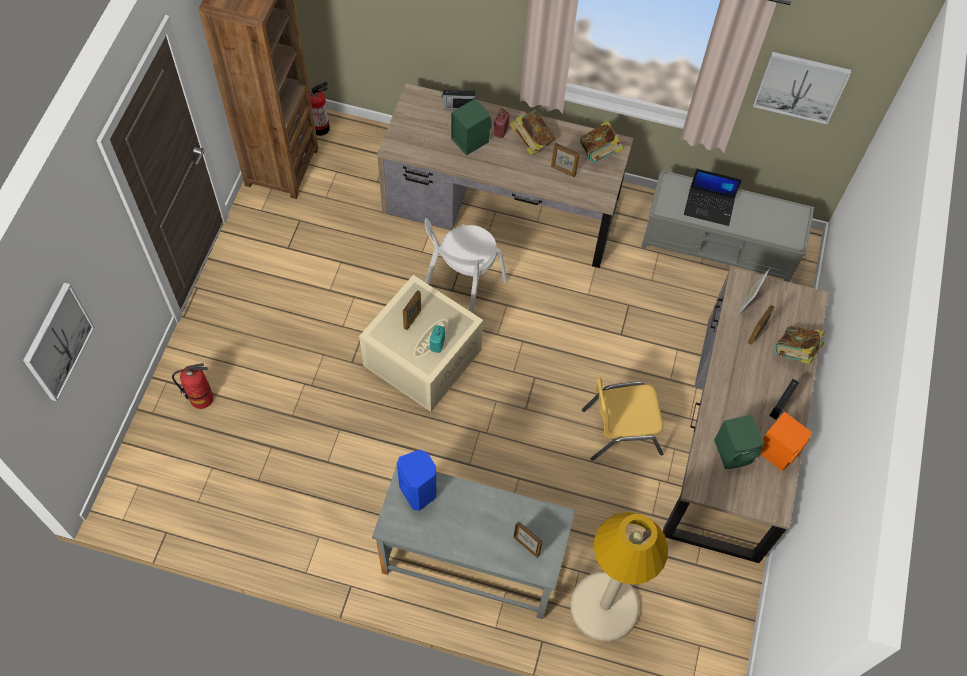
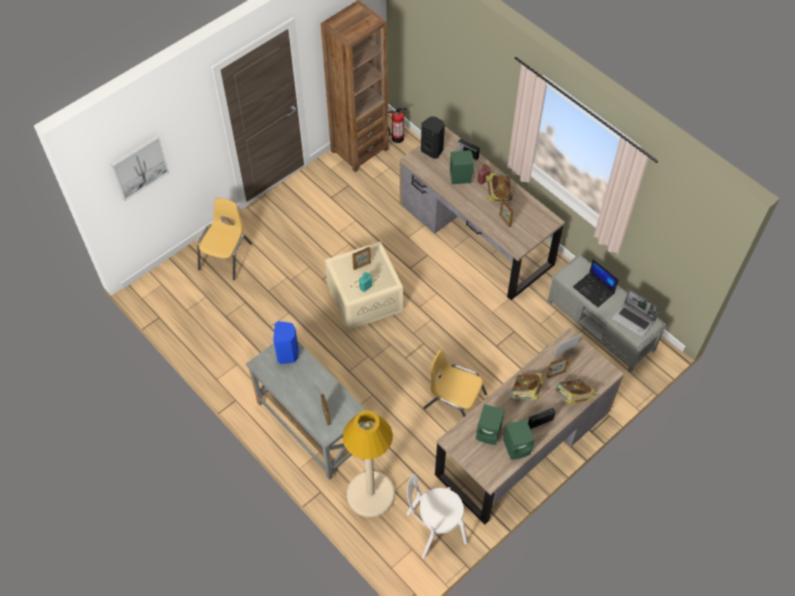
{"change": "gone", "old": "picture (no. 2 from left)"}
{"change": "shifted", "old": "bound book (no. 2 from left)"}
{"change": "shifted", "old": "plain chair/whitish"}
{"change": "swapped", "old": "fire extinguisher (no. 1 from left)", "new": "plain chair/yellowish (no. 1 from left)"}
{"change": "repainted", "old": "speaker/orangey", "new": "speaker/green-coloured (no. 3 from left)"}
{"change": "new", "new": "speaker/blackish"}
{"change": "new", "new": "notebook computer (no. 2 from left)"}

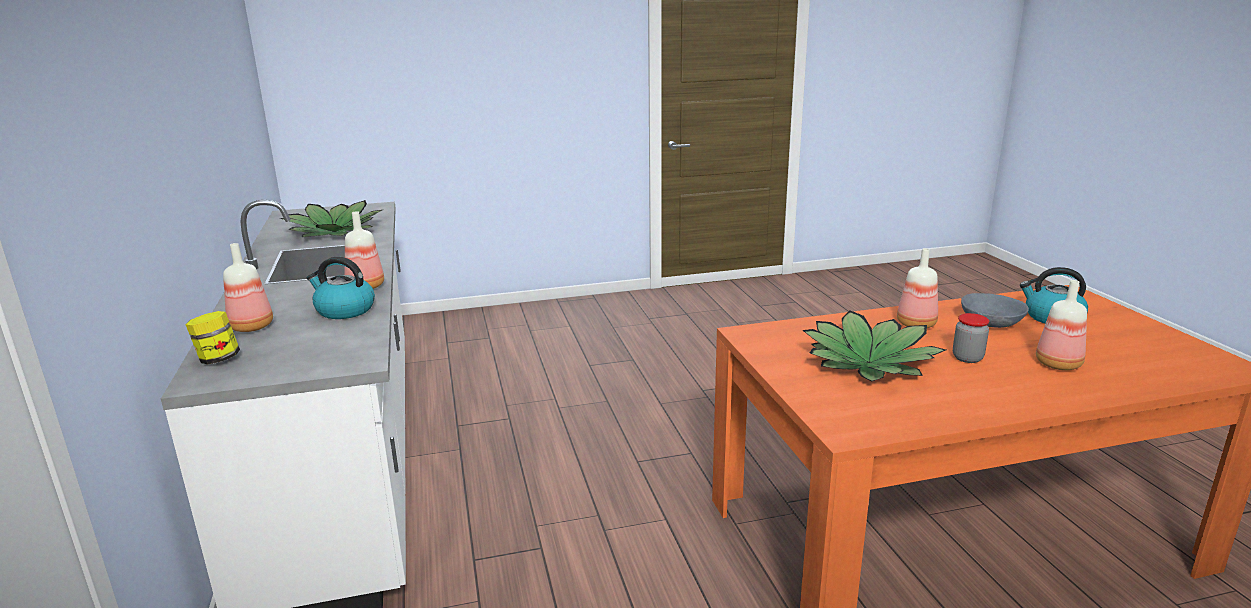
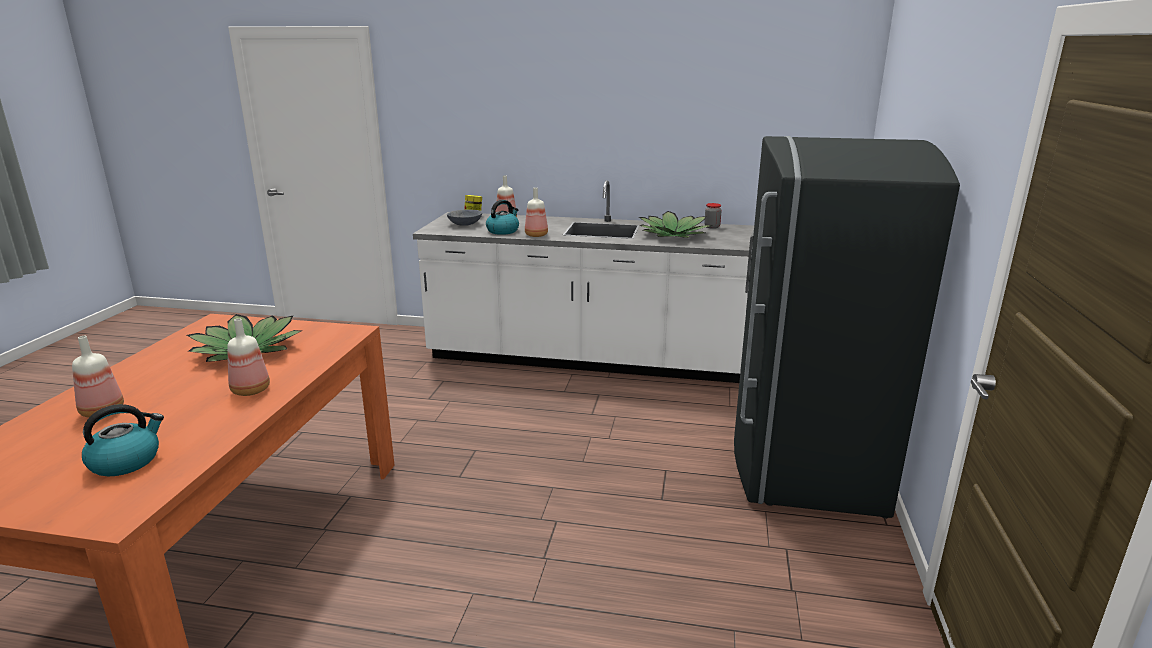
{"change": "shifted", "old": "bowl/gray"}
{"change": "shifted", "old": "jar (no. 2 from left)"}
{"change": "new", "new": "kitchen fridge/gray"}

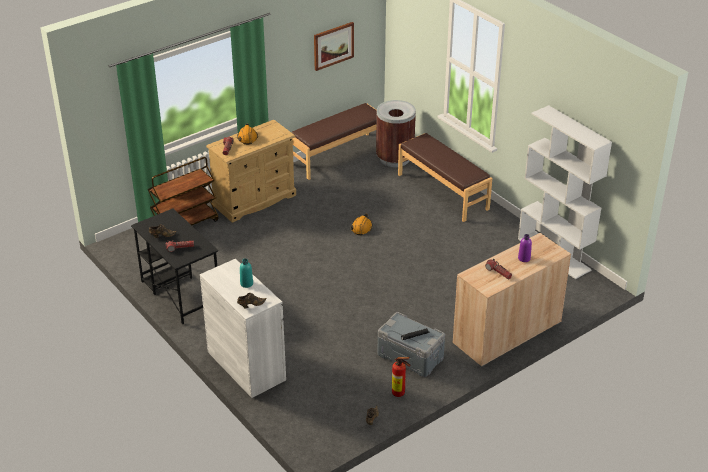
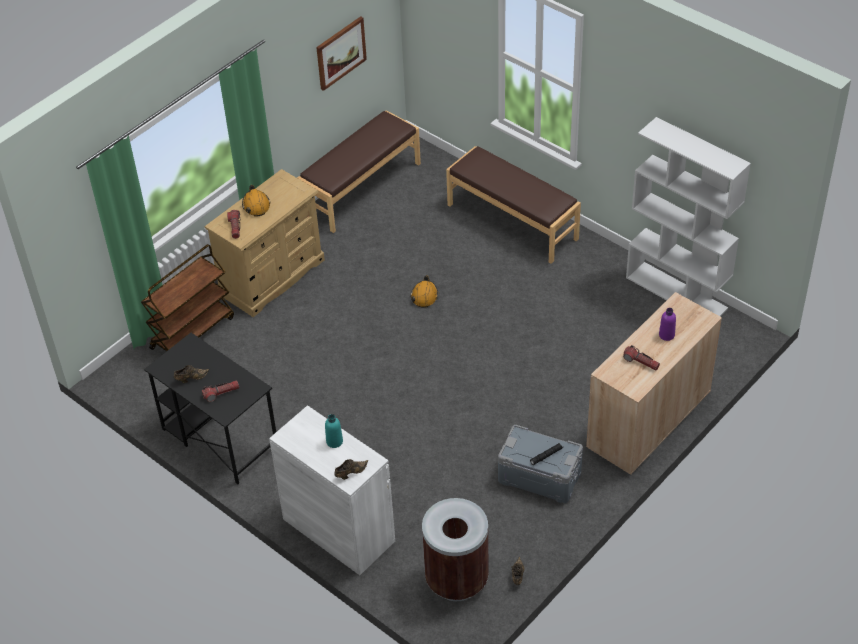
{"change": "shifted", "old": "waste bin/brown"}
{"change": "gone", "old": "fire extinguisher"}

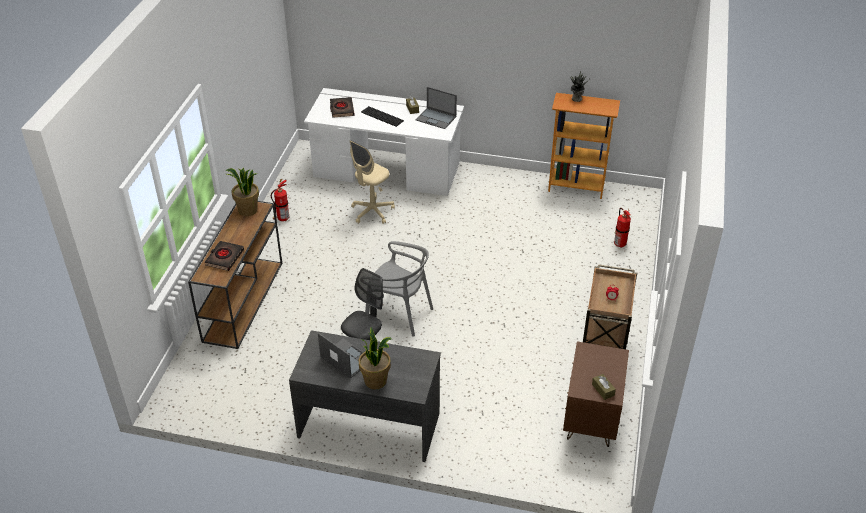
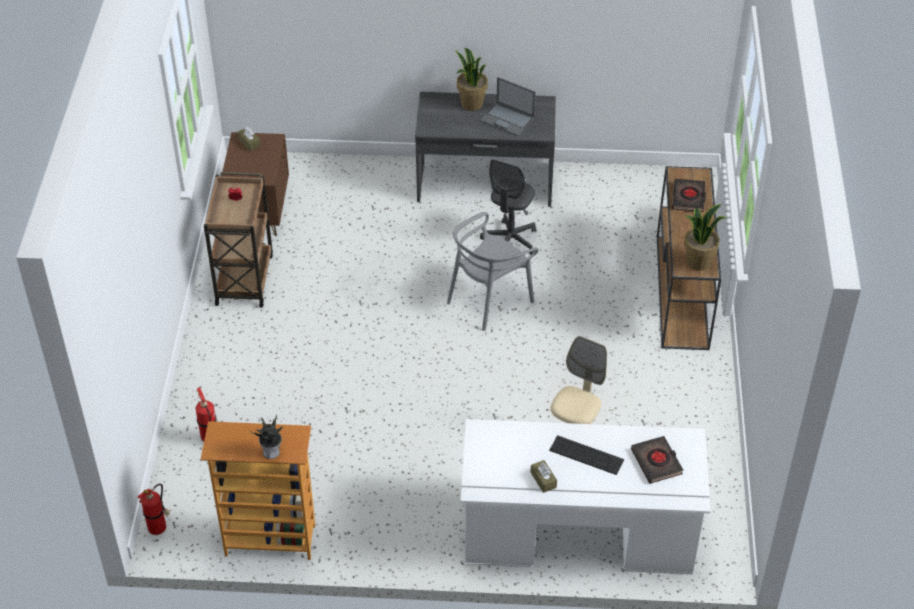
{"change": "gone", "old": "notebook computer (no. 2 from left)"}
{"change": "shifted", "old": "fire extinguisher (no. 1 from left)"}
{"change": "rotated", "old": "plain chair/gray", "degrees": -60}

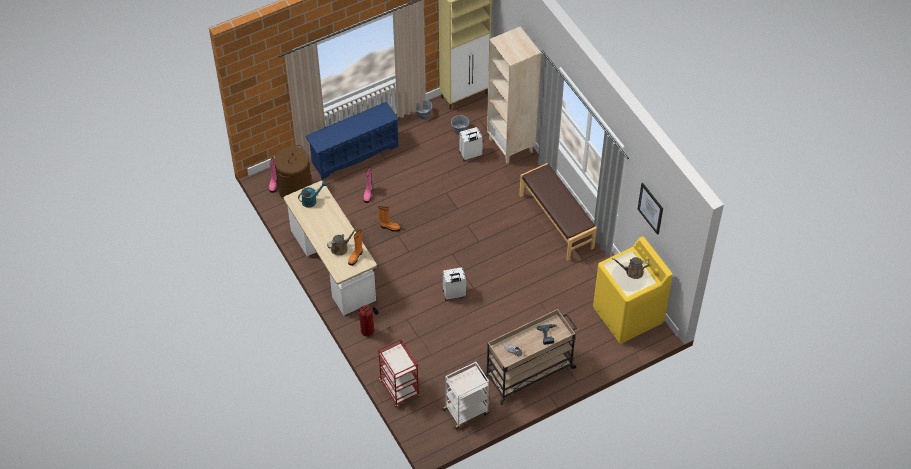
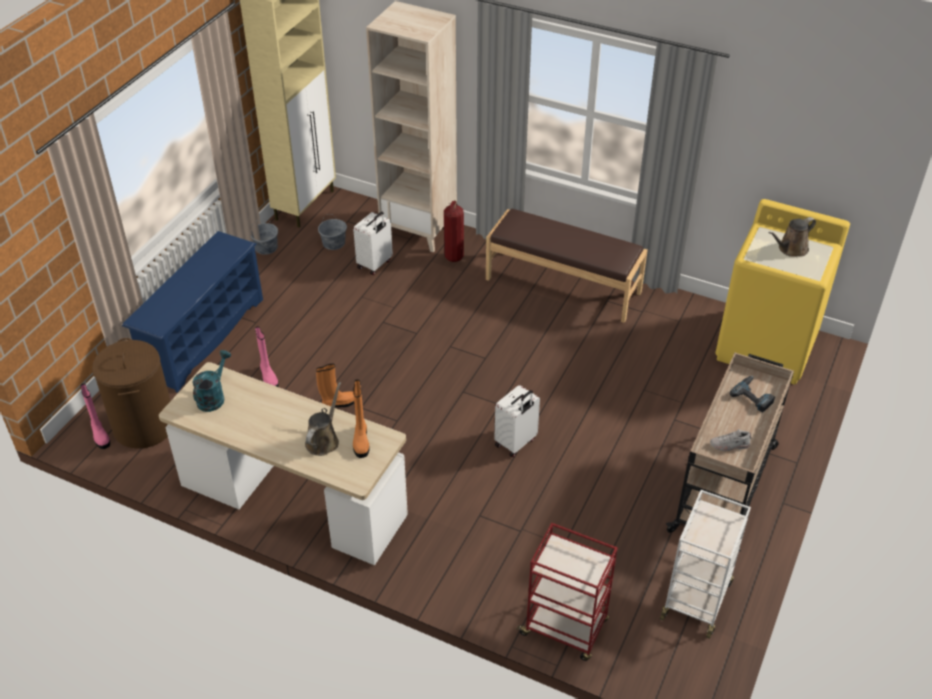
{"change": "gone", "old": "picture"}
{"change": "shifted", "old": "fire extinguisher"}

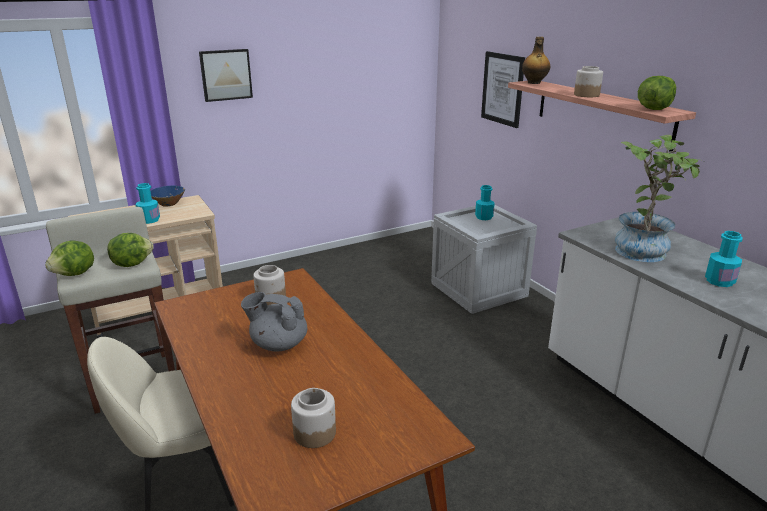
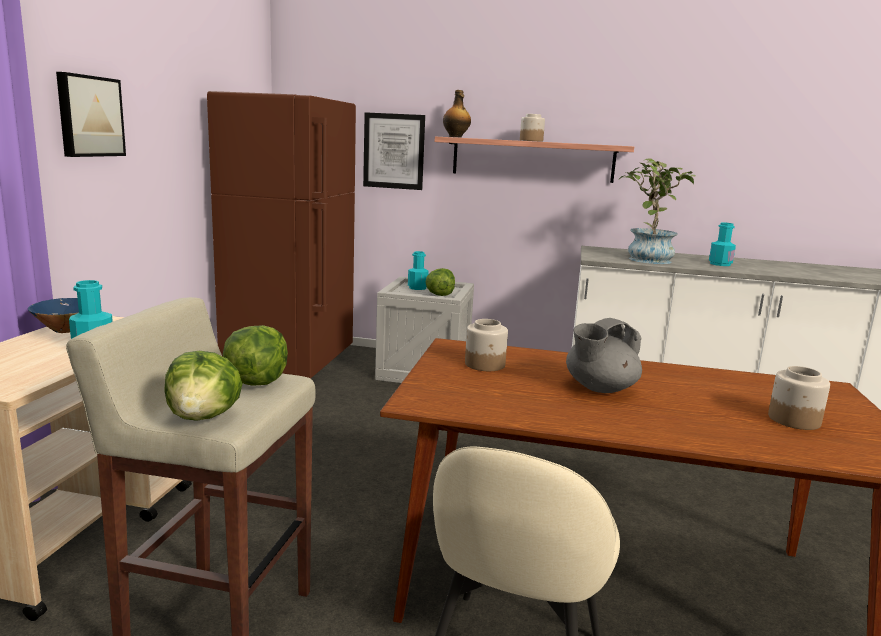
{"change": "shifted", "old": "lettuce (no. 3 from left)"}
{"change": "new", "new": "kitchen fridge/brown"}

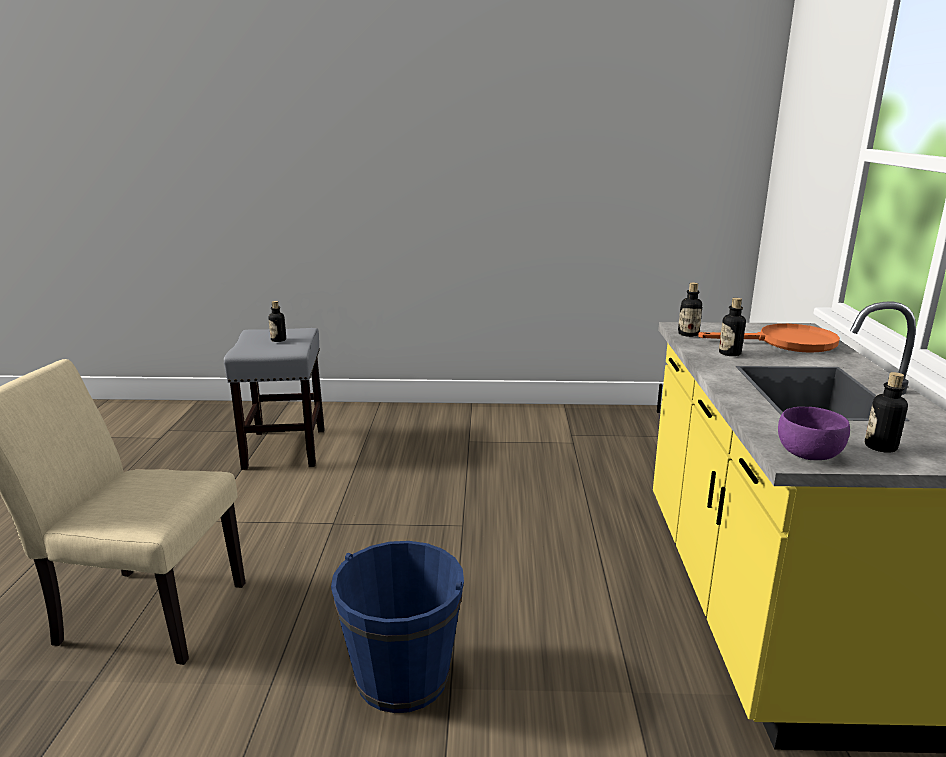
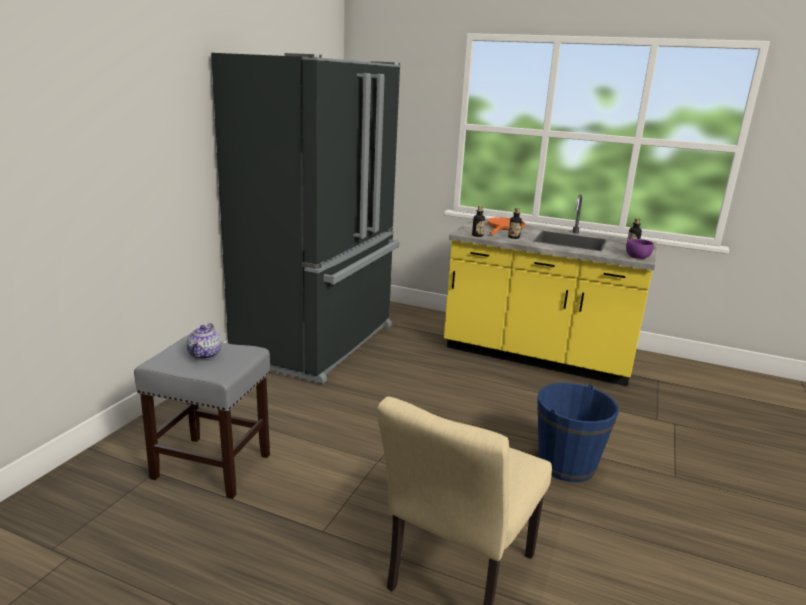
{"change": "swapped", "old": "drink bottle (no. 1 from left)", "new": "teapot"}
{"change": "new", "new": "kitchen fridge/blackish"}

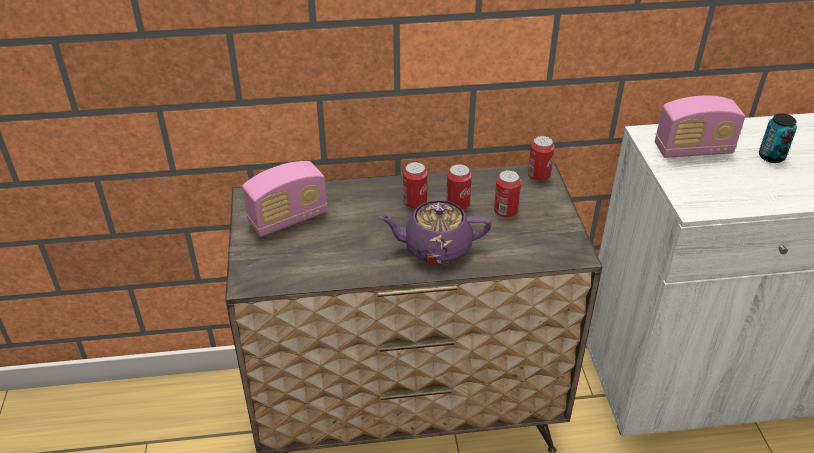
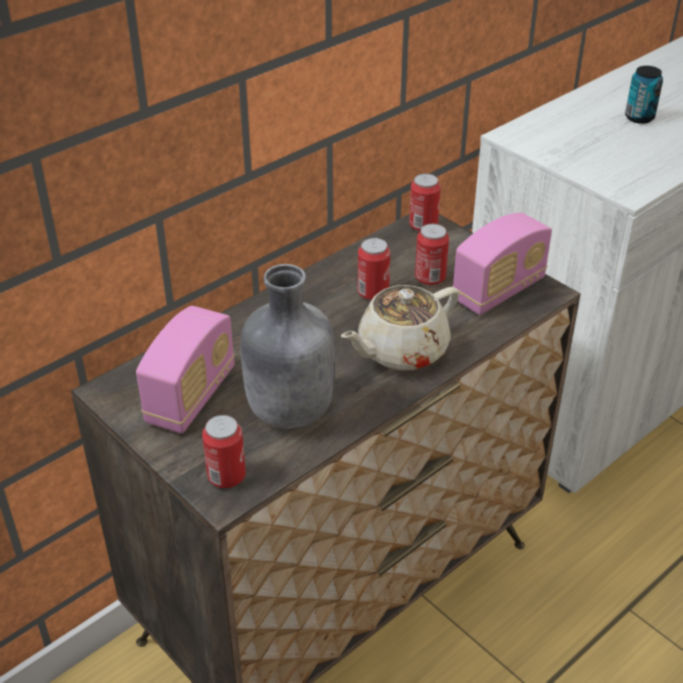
{"change": "shifted", "old": "radio (no. 2 from left)"}
{"change": "shifted", "old": "metal can (no. 1 from left)"}
{"change": "repainted", "old": "teapot/purplish", "new": "teapot/sand-coloured"}
{"change": "new", "new": "drink bottle/gray"}

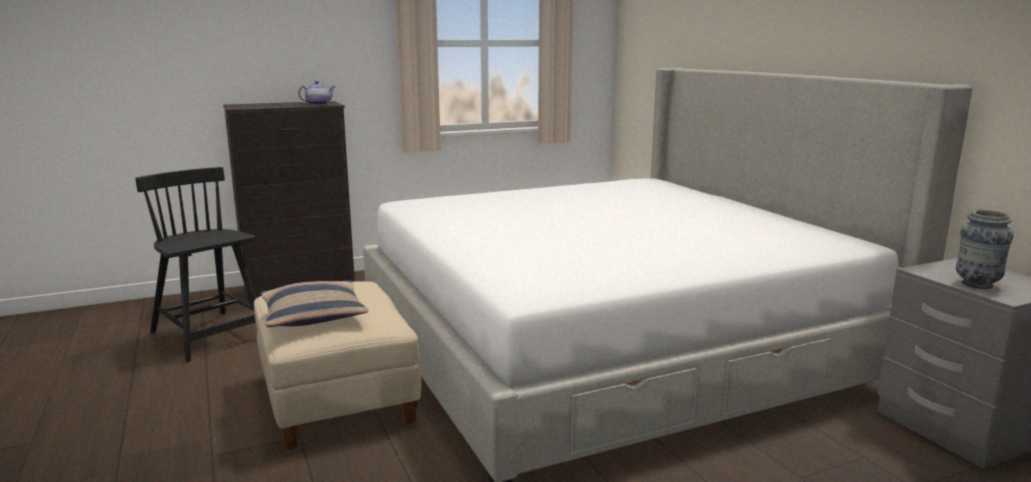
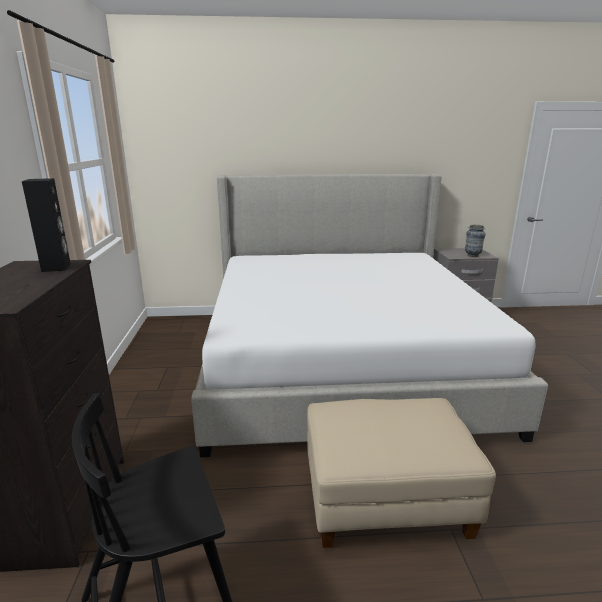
{"change": "swapped", "old": "teapot", "new": "speaker/blackish"}
{"change": "gone", "old": "pillow"}

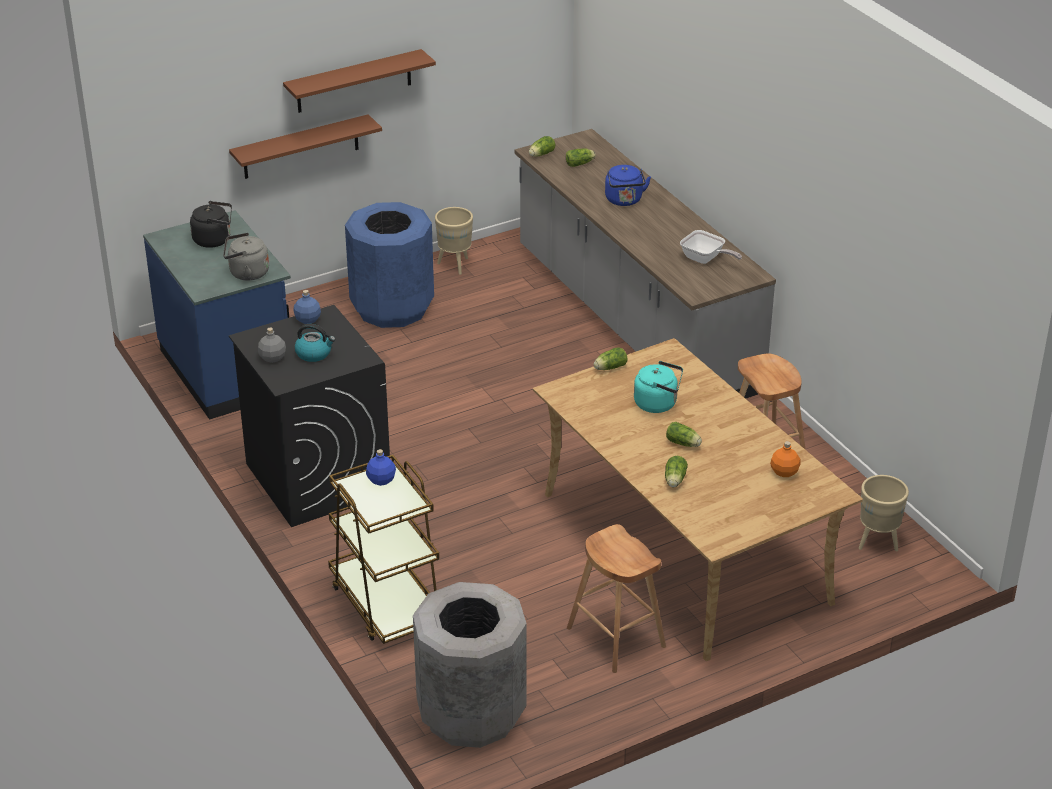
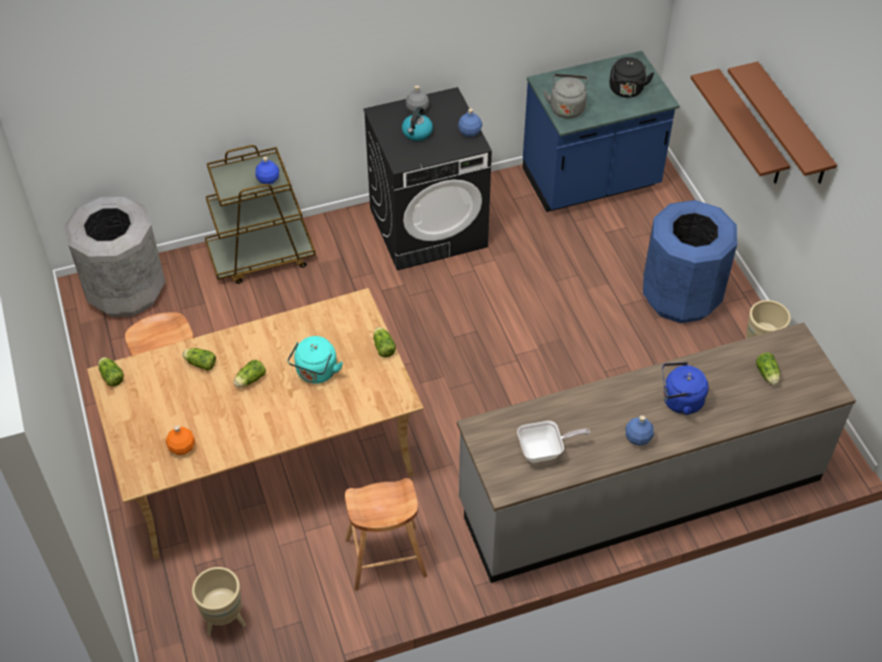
{"change": "shifted", "old": "lettuce (no. 1 from left)"}
{"change": "rotated", "old": "pan", "degrees": -150}
{"change": "new", "new": "drink bottle/bluish (no. 3 from left)"}

